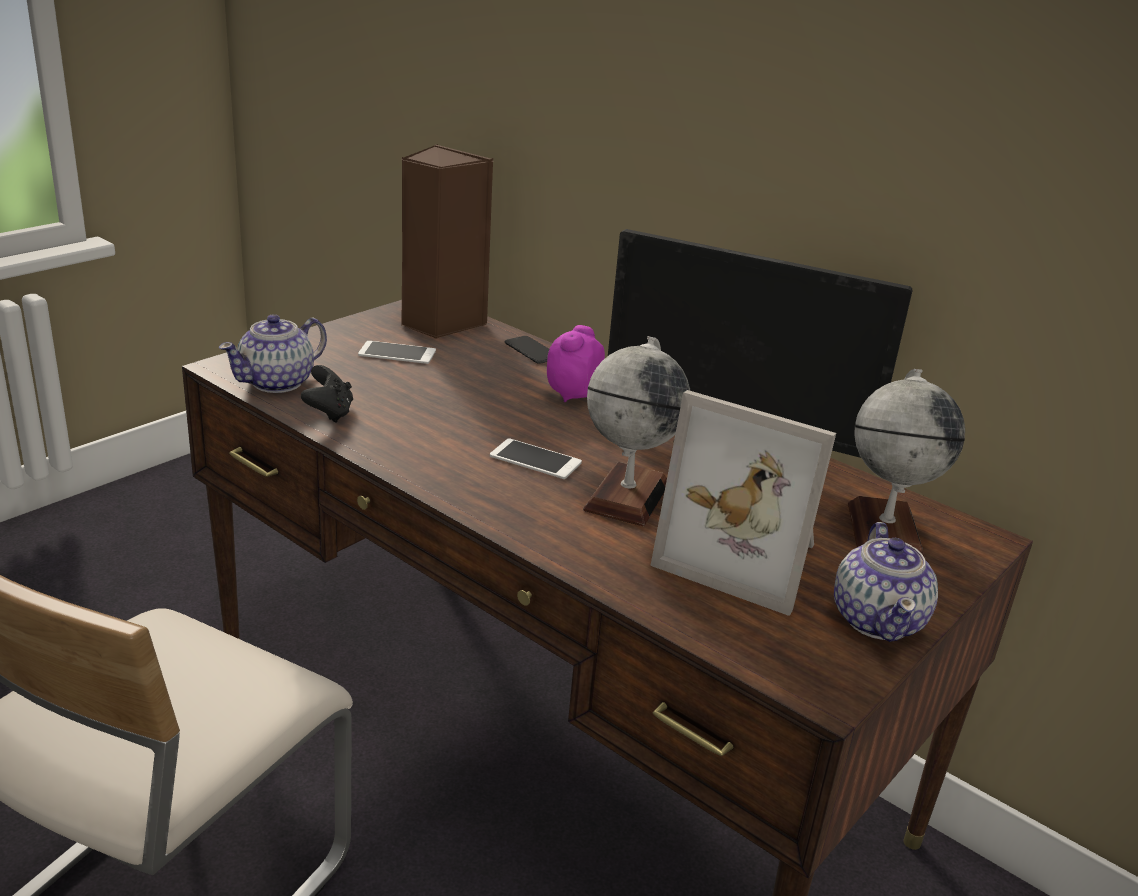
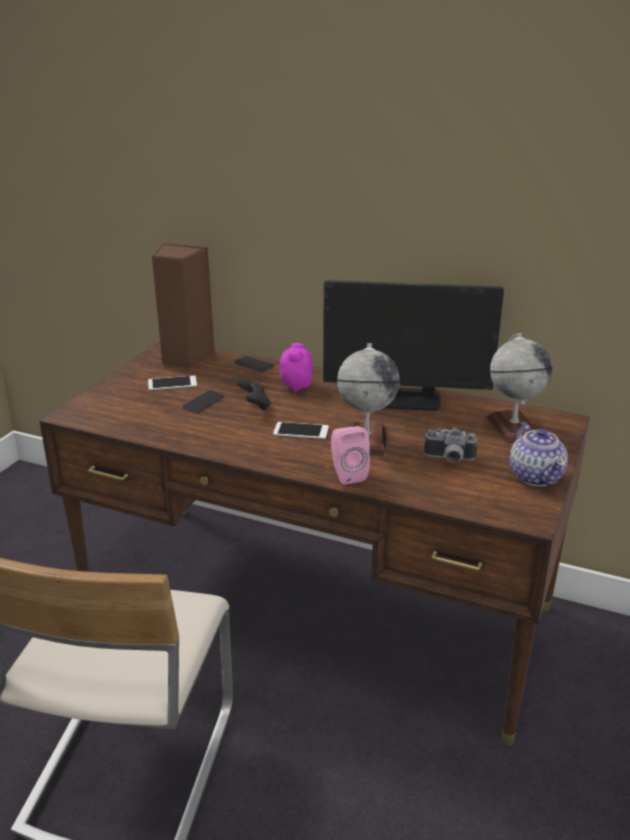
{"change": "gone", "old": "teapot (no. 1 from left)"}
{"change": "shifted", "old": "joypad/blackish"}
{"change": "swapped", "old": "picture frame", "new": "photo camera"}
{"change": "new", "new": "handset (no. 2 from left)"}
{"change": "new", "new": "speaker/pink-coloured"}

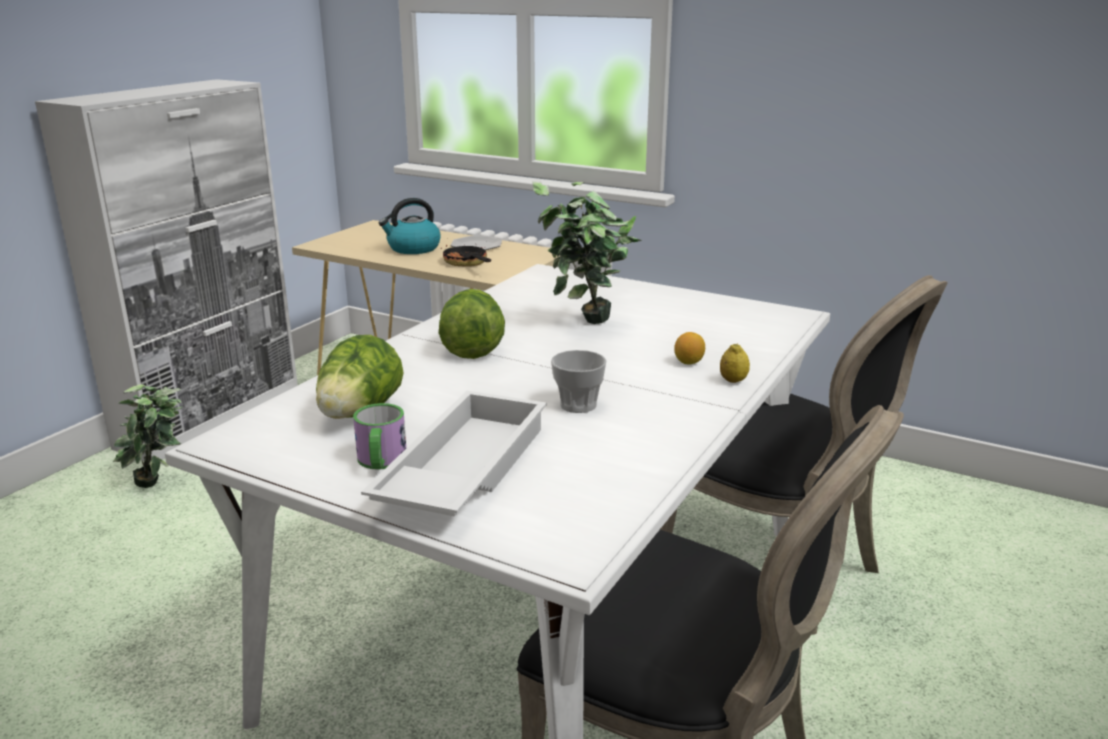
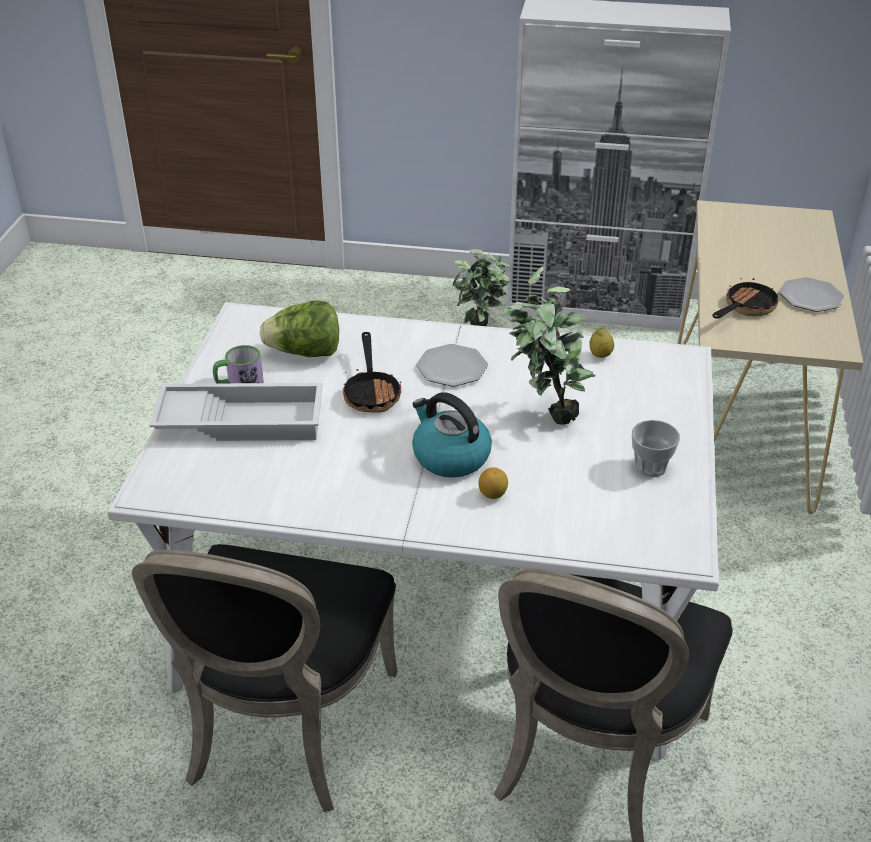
{"change": "shifted", "old": "water kettle"}
{"change": "swapped", "old": "lettuce (no. 2 from left)", "new": "dinner plate (no. 1 from left)"}
{"change": "shifted", "old": "citrus fruit (no. 2 from left)"}
{"change": "shifted", "old": "small cup"}
{"change": "new", "new": "pan (no. 1 from left)"}

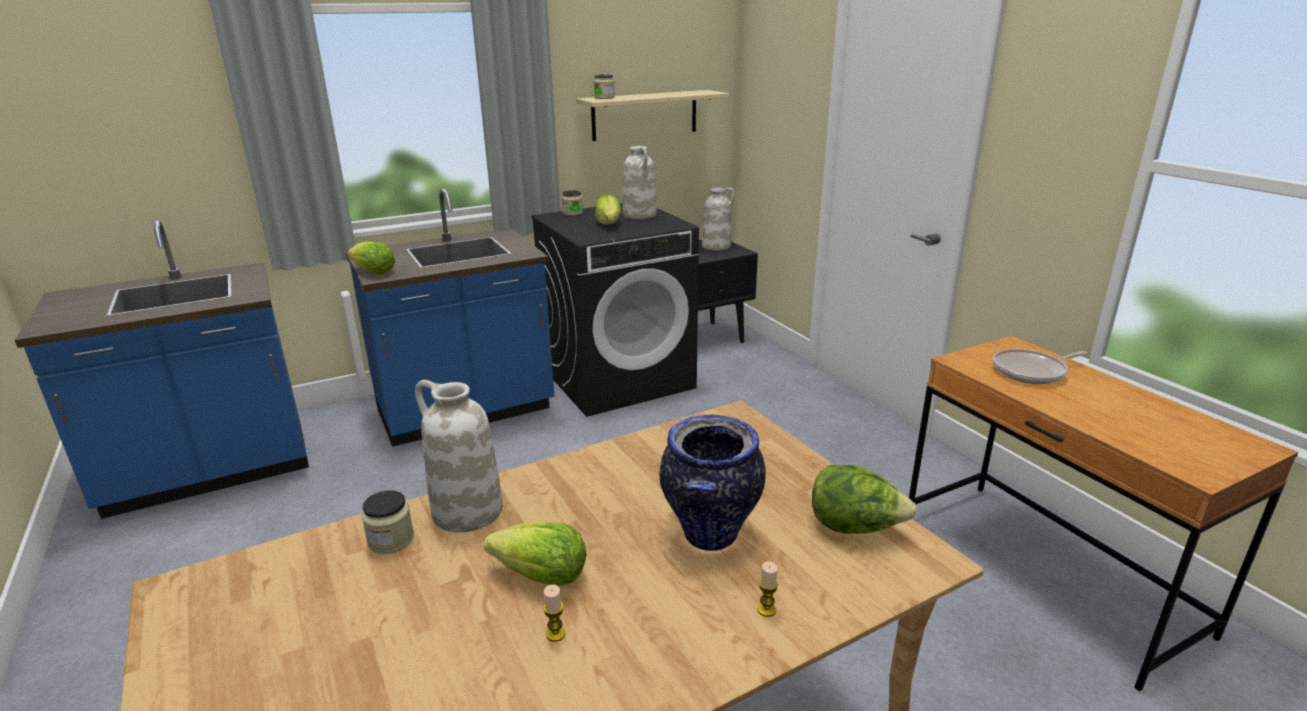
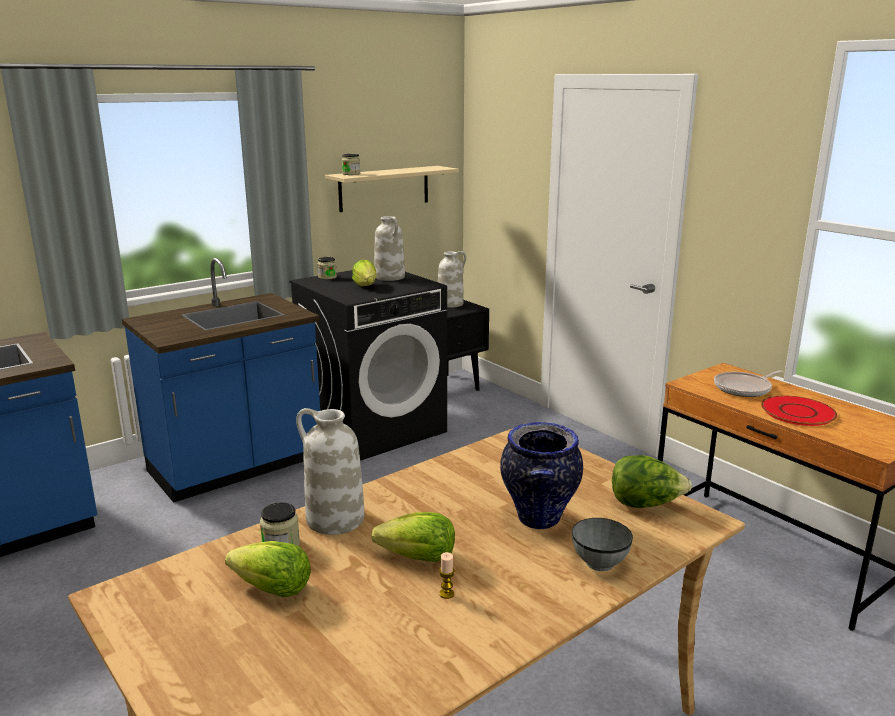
{"change": "shifted", "old": "lettuce (no. 1 from left)"}
{"change": "swapped", "old": "wax candle (no. 2 from left)", "new": "bowl/gray"}
{"change": "new", "new": "dinner plate/reddish"}

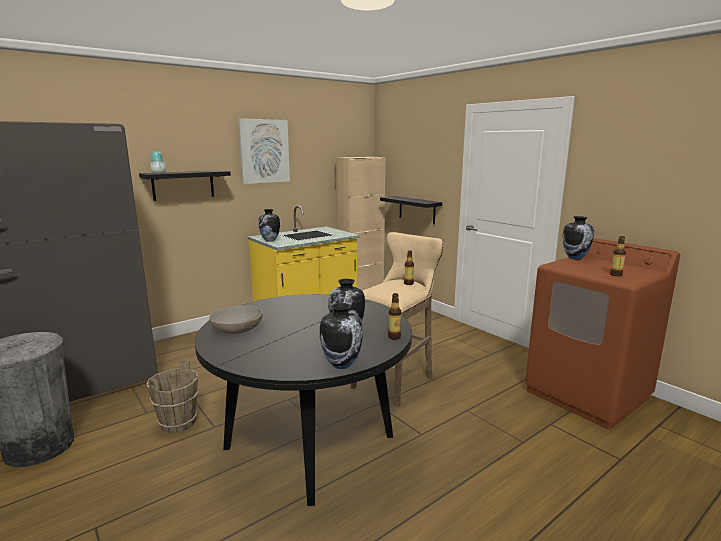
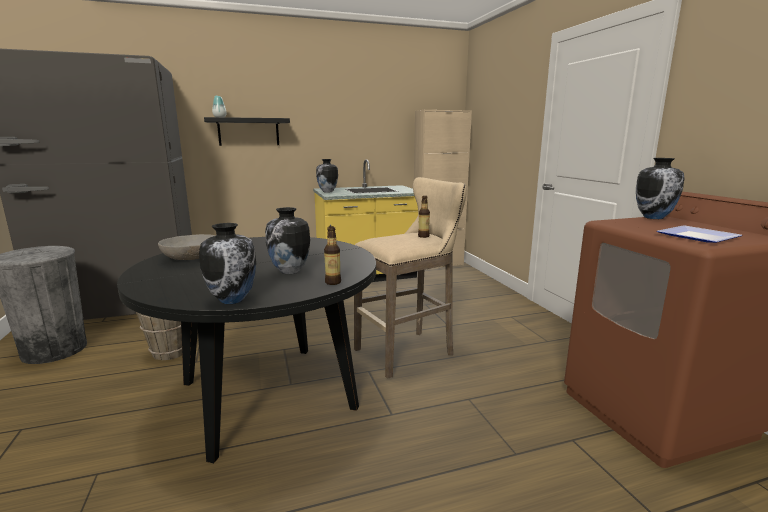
{"change": "gone", "old": "picture"}
{"change": "gone", "old": "bracket shelf/blackish (no. 2 from left)"}
{"change": "swapped", "old": "drink bottle (no. 3 from left)", "new": "dinner plate"}

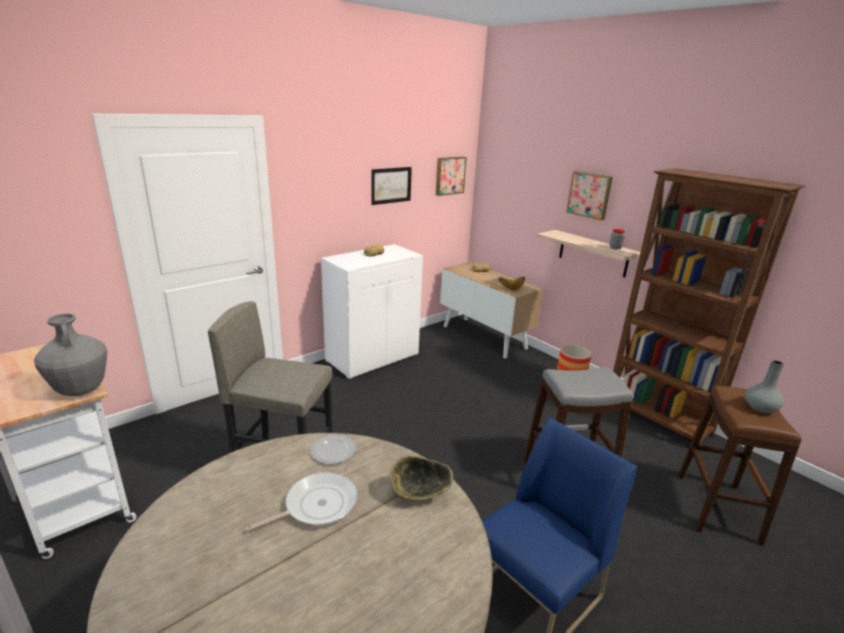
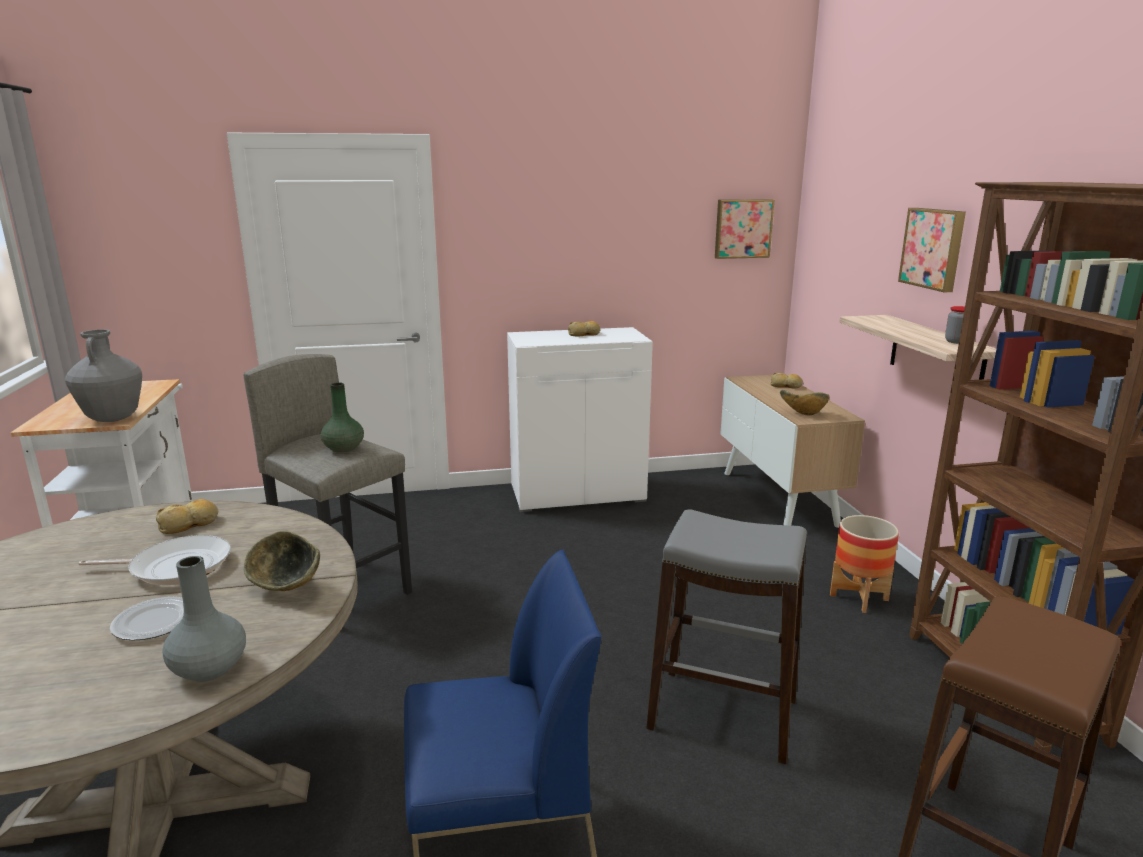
{"change": "gone", "old": "picture (no. 1 from left)"}
{"change": "shifted", "old": "vase/gray (no. 2 from left)"}
{"change": "shifted", "old": "dinner plate"}
{"change": "new", "new": "vase/green-coloured"}
{"change": "new", "new": "bakery bread (no. 1 from left)"}

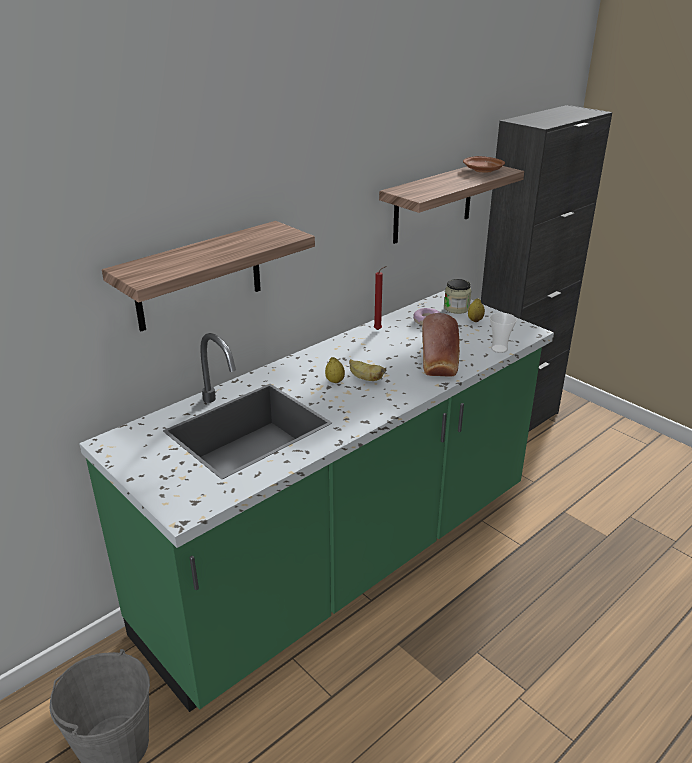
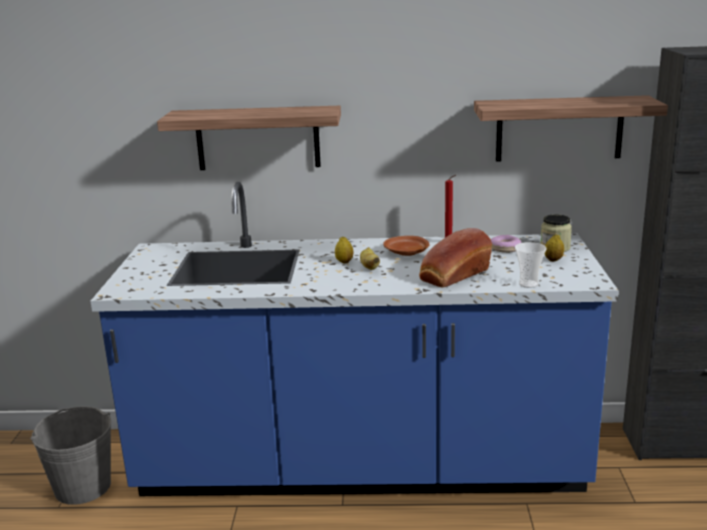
{"change": "shifted", "old": "dinner plate/brown"}
{"change": "repainted", "old": "counter/green-coloured", "new": "counter/bluish"}

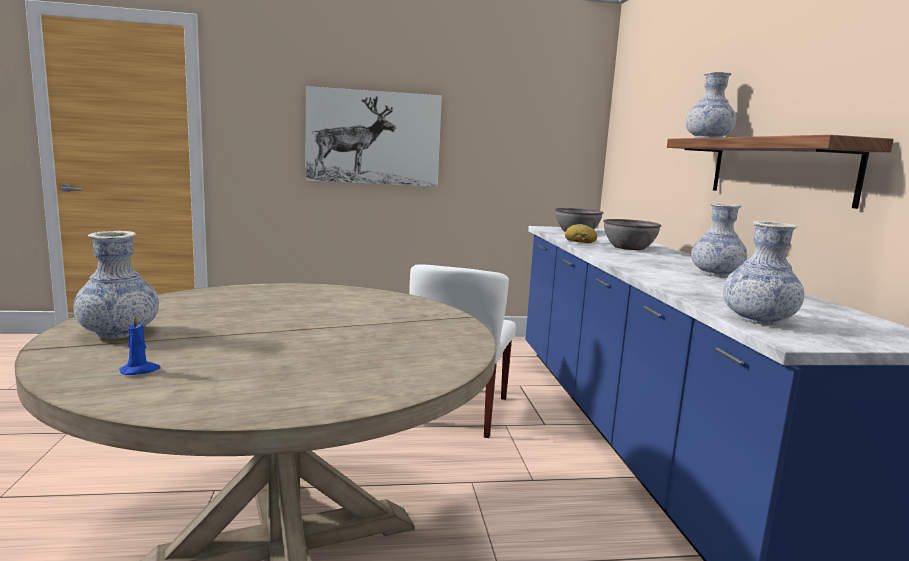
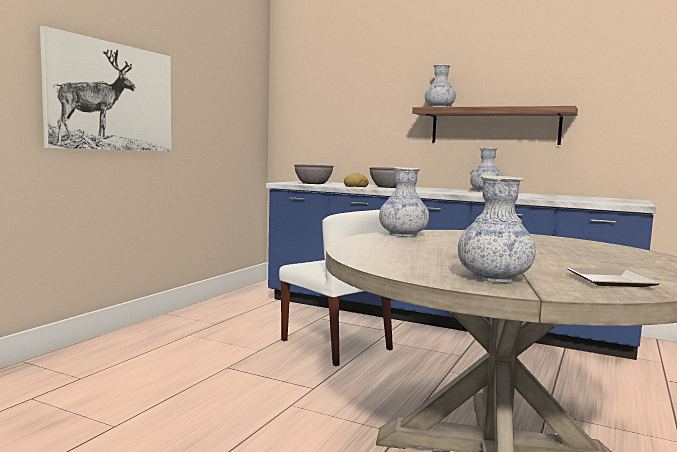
{"change": "shifted", "old": "vase (no. 4 from left in the first image)", "new": "vase (no. 1 from left)"}
{"change": "swapped", "old": "wax candle/bluish", "new": "dinner plate"}

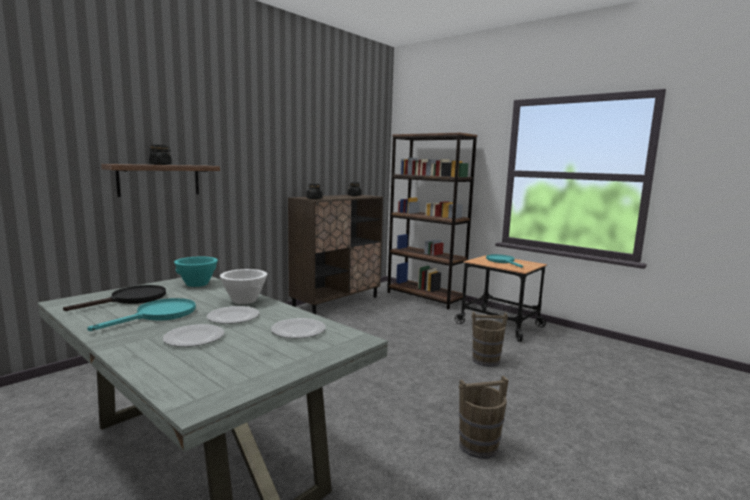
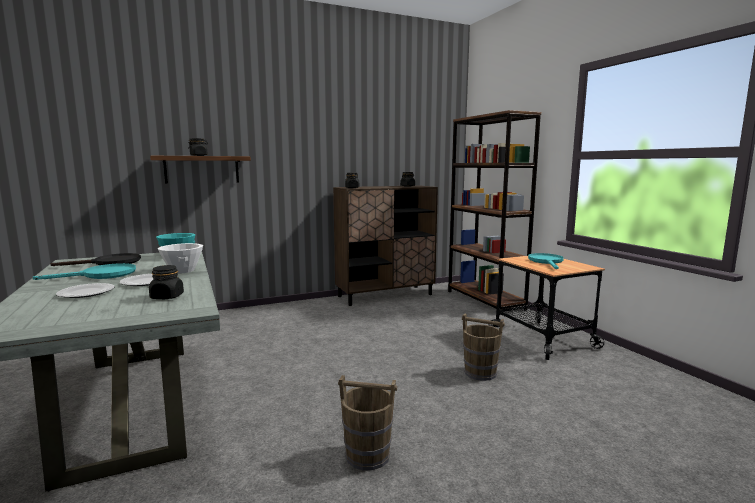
{"change": "swapped", "old": "dinner plate (no. 3 from left)", "new": "jar/blackish (no. 1 from left)"}

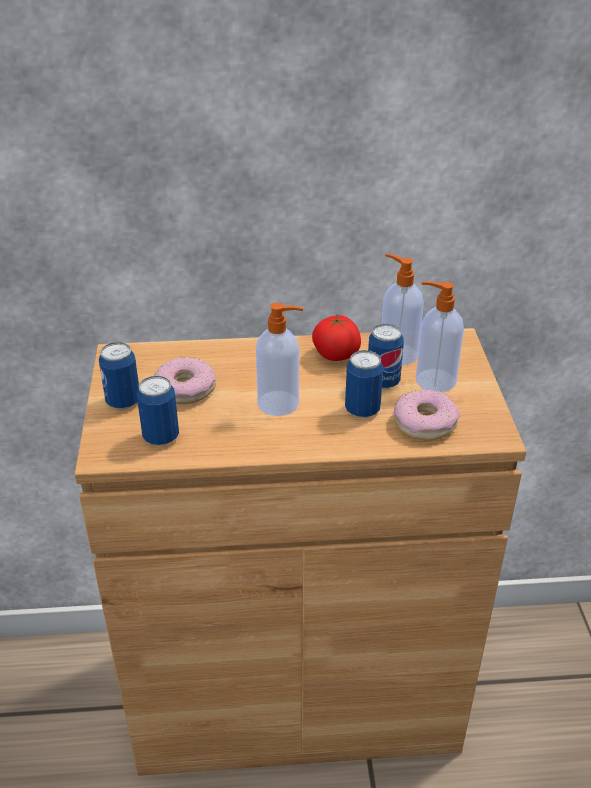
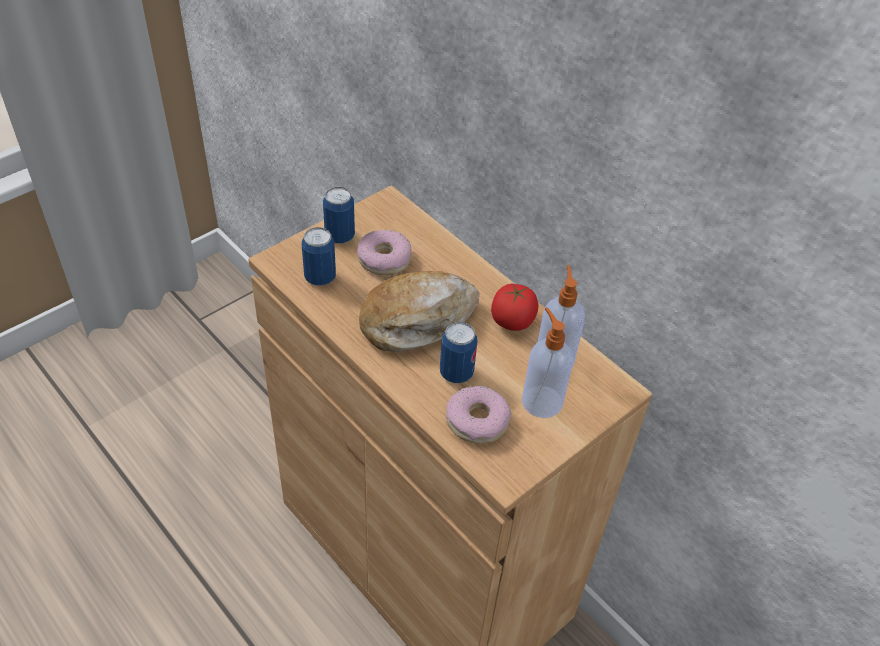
{"change": "swapped", "old": "soap dispenser (no. 1 from left)", "new": "bakery bread"}
{"change": "gone", "old": "metal can (no. 4 from left)"}

